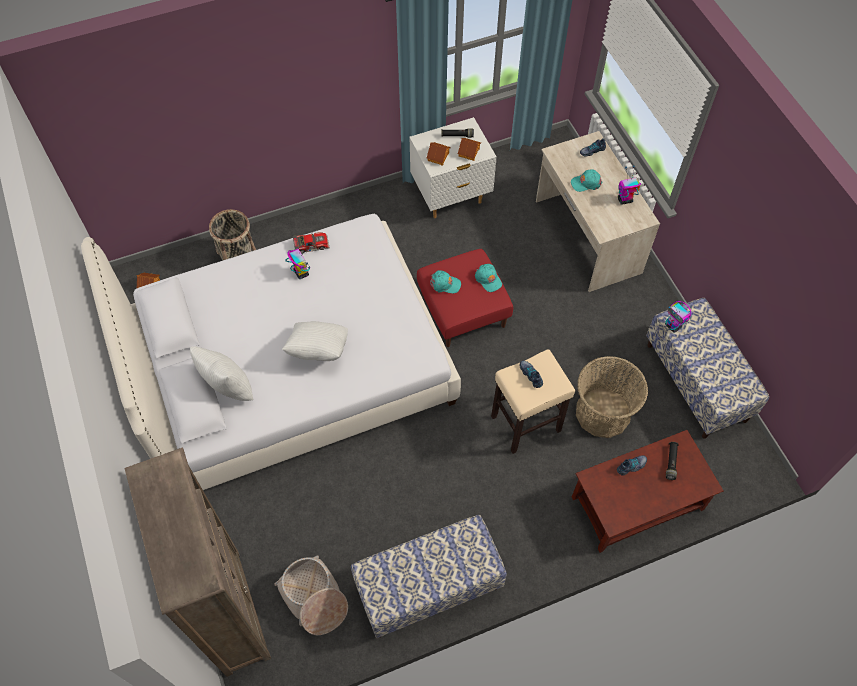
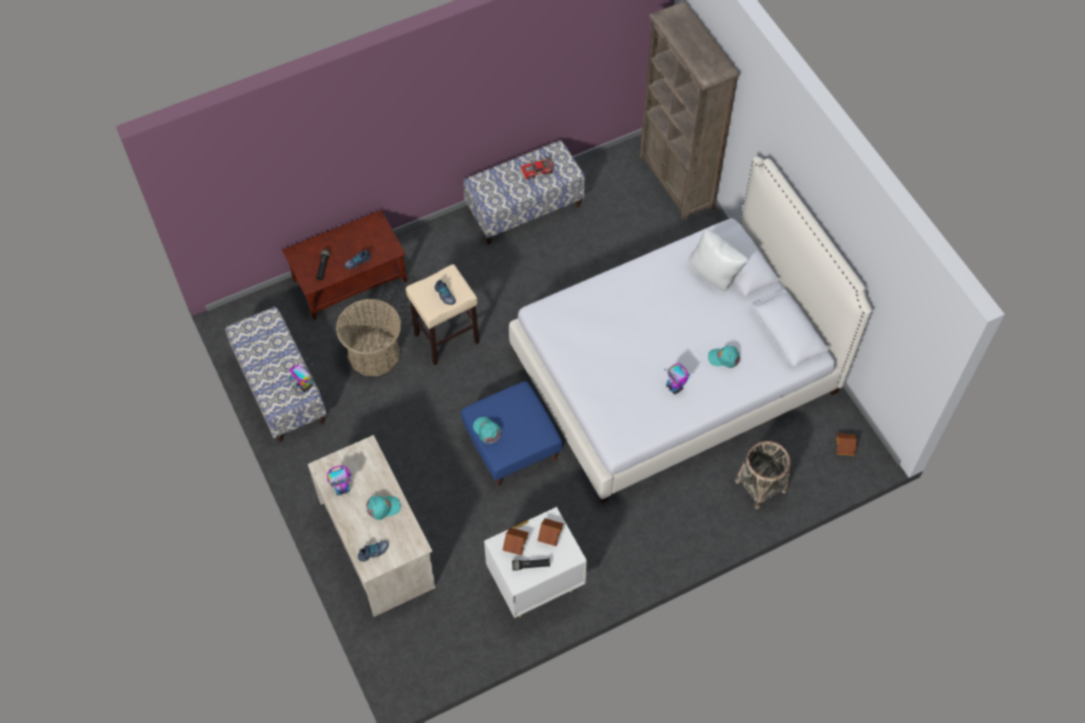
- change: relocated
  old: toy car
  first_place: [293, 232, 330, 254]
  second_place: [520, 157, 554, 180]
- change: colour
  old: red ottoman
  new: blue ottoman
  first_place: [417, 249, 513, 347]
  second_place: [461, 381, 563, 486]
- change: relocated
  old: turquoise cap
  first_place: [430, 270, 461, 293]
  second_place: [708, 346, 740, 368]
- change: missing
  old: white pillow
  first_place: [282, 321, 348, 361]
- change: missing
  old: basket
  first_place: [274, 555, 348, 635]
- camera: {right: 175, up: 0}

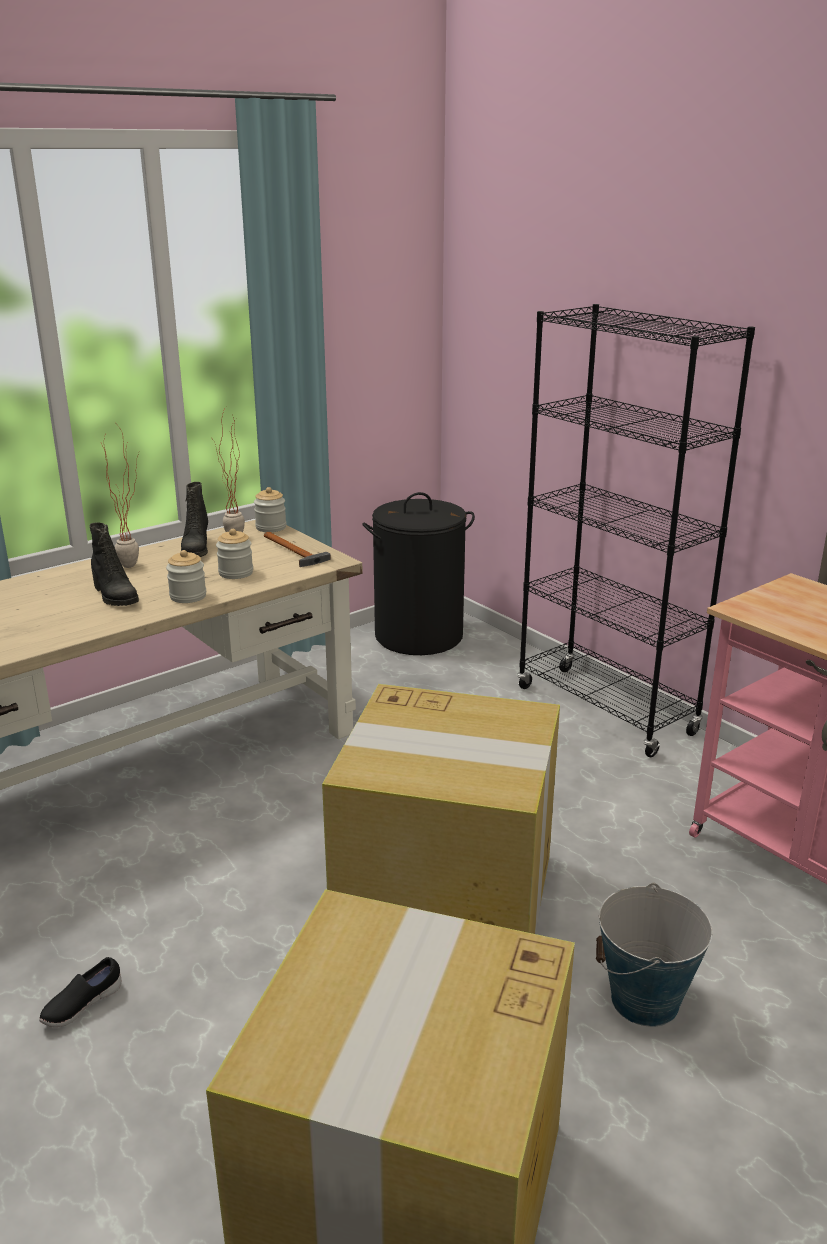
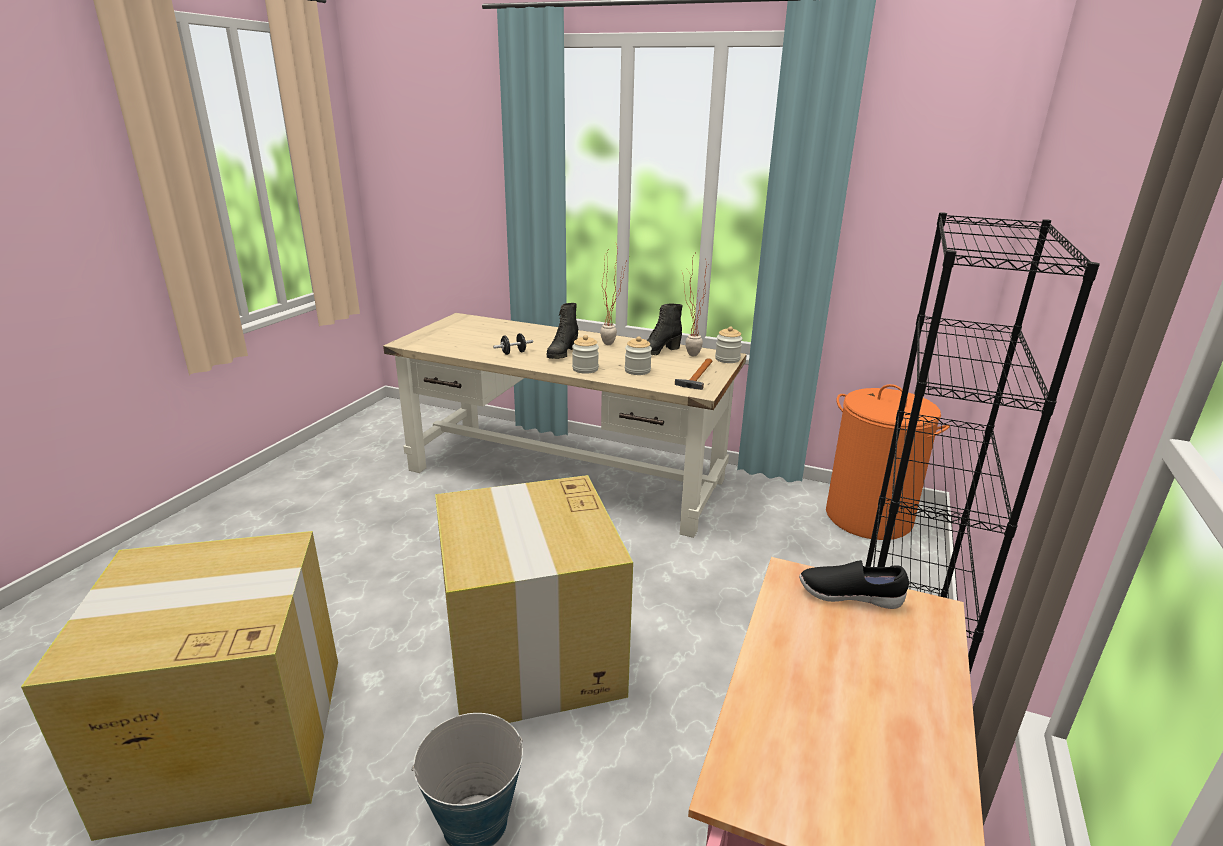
- change: colour
  old: black laundry basket
  new: orange laundry basket
  first_place: [362, 492, 475, 655]
  second_place: [826, 384, 950, 540]
- change: relocated
  old: black shoe
  first_place: [39, 957, 121, 1027]
  second_place: [799, 560, 909, 609]
- change: appeared
  new: black dumbbell
  second_place: [493, 333, 533, 355]
- camera: {right: 60, up: 0}

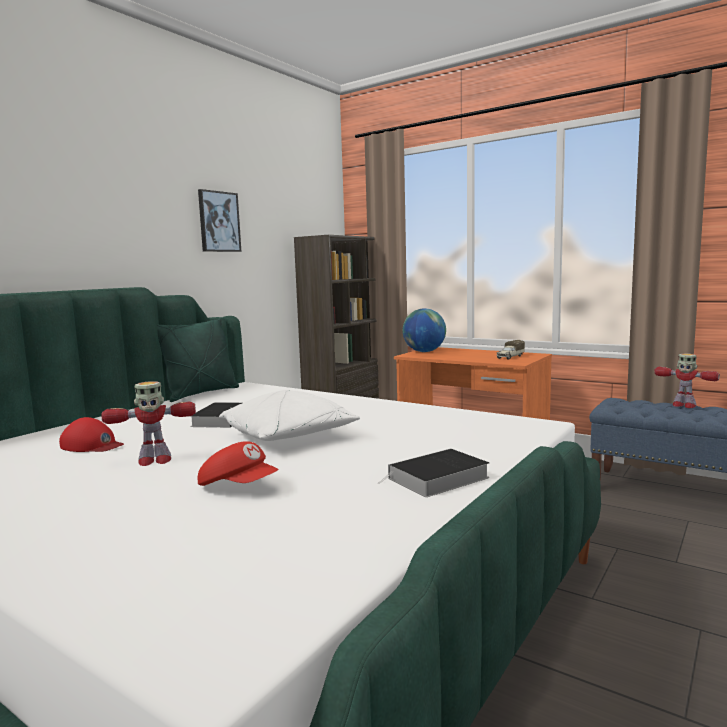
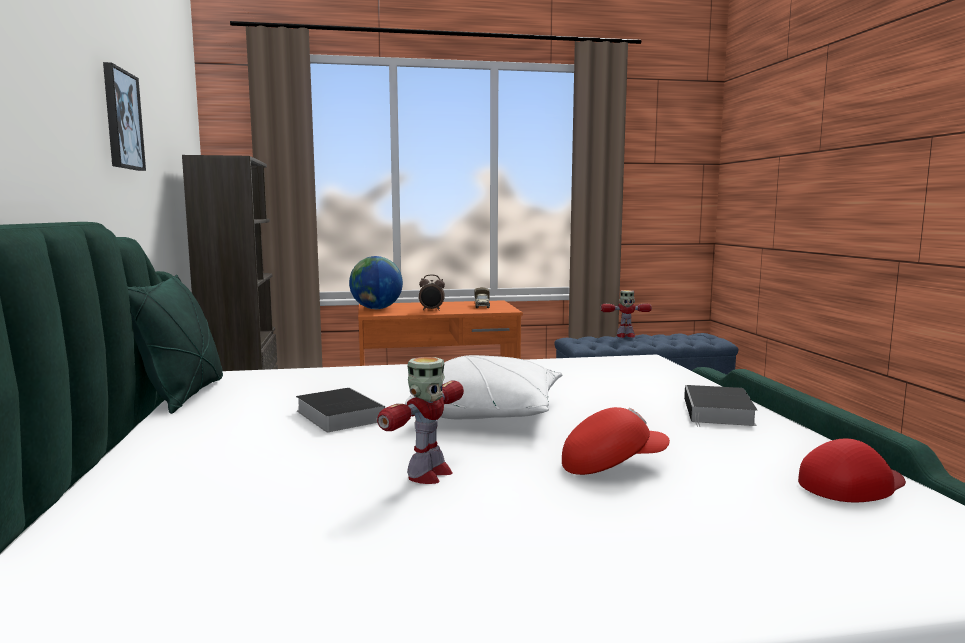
- change: relocated
  old: red cap
  first_place: [59, 417, 124, 452]
  second_place: [798, 438, 906, 502]
- change: appeared
  new: alarm clock
  second_place: [419, 275, 445, 311]
- camera: {right: -45, up: 0}

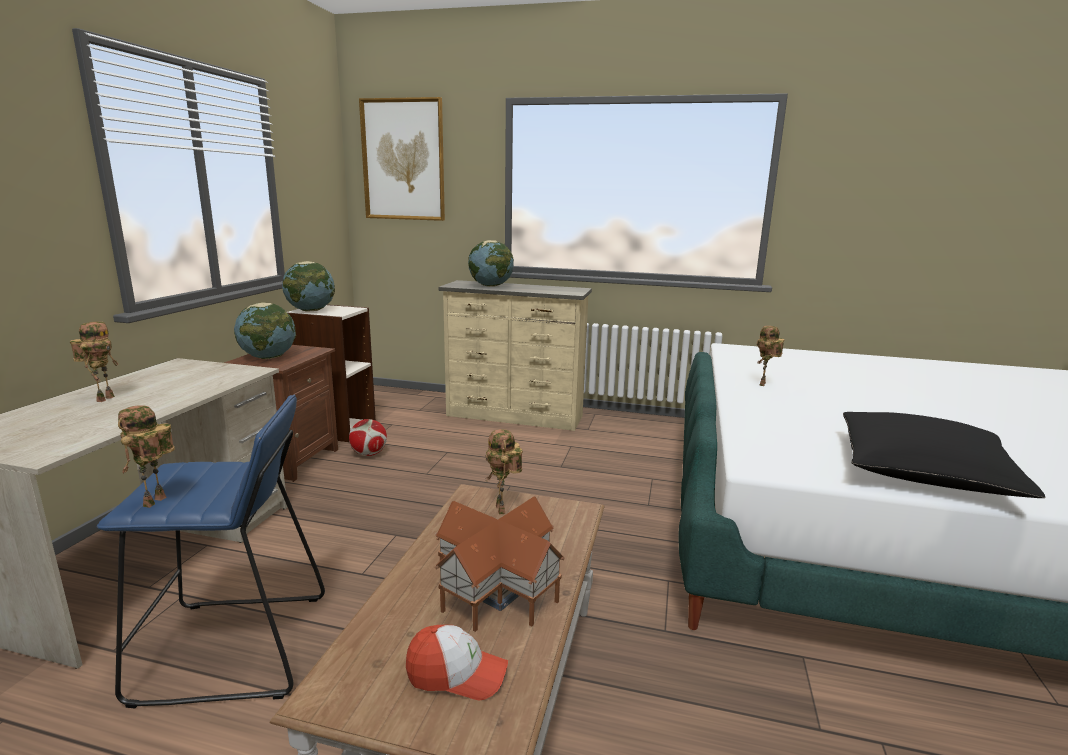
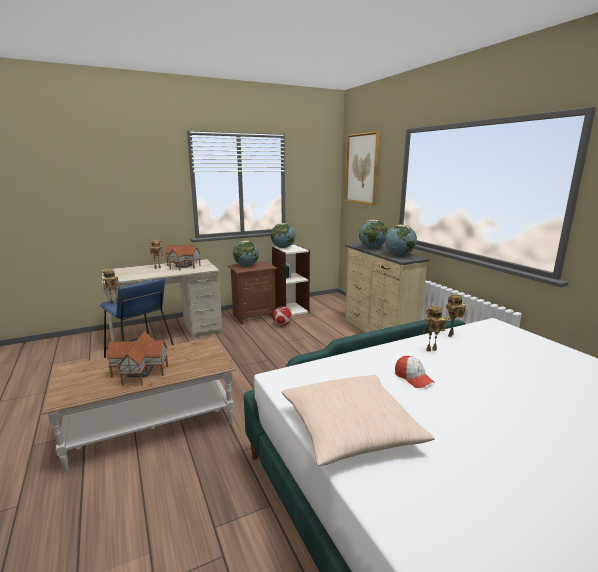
- change: colour
  old: black pillow
  new: beige pillow
  first_place: [843, 412, 1045, 498]
  second_place: [282, 375, 435, 466]
- change: relocated
  old: toy robot
  first_place: [485, 429, 523, 515]
  second_place: [446, 294, 466, 337]
- change: relocated
  old: cap
  first_place: [406, 625, 508, 700]
  second_place: [395, 356, 435, 388]
- change: appeared
  new: globe
  second_place: [385, 225, 417, 256]
- change: appeared
  new: toy house
  second_place: [165, 243, 201, 270]
- camera: {right: 50, up: 0}

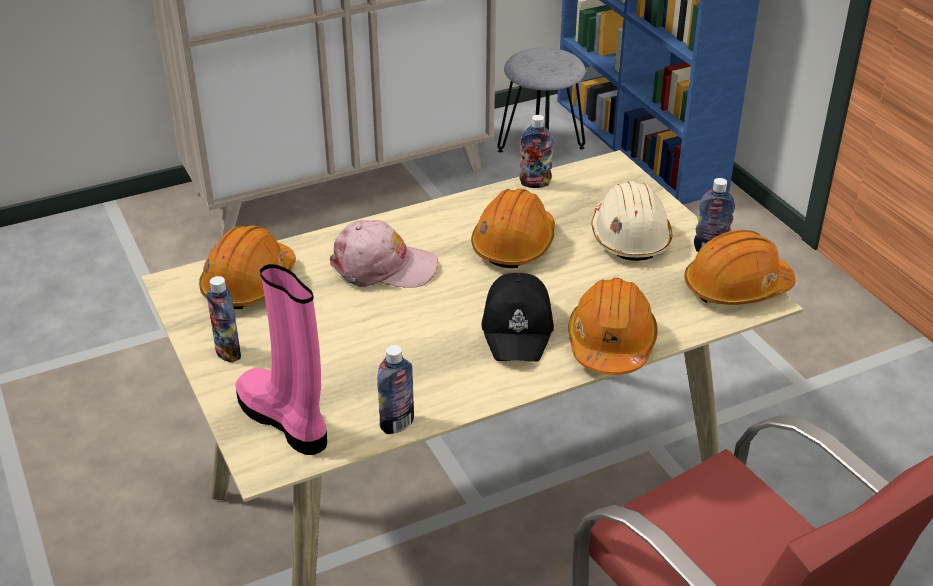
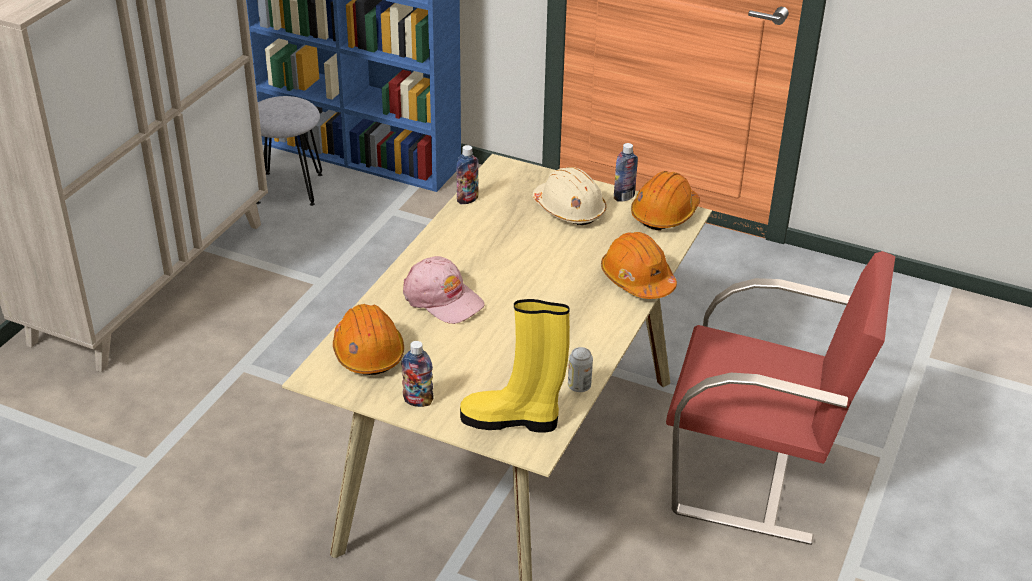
- change: missing
  old: orange hard hat
  first_place: [471, 188, 555, 268]
- change: spun
  old: pink cap
  first_place: [330, 220, 439, 288]
  second_place: [403, 256, 484, 324]
  degrees: 75
- change: colour
  old: pink boot
  new: yellow boot
  first_place: [235, 264, 327, 455]
  second_place: [460, 299, 570, 433]
- change: missing
  old: black cap
  first_place: [482, 273, 554, 362]
- change: exchanged
  old: bottle
  new: can
  first_place: [377, 345, 414, 434]
  second_place: [568, 347, 593, 392]
- camera: {right: -40, up: 0}

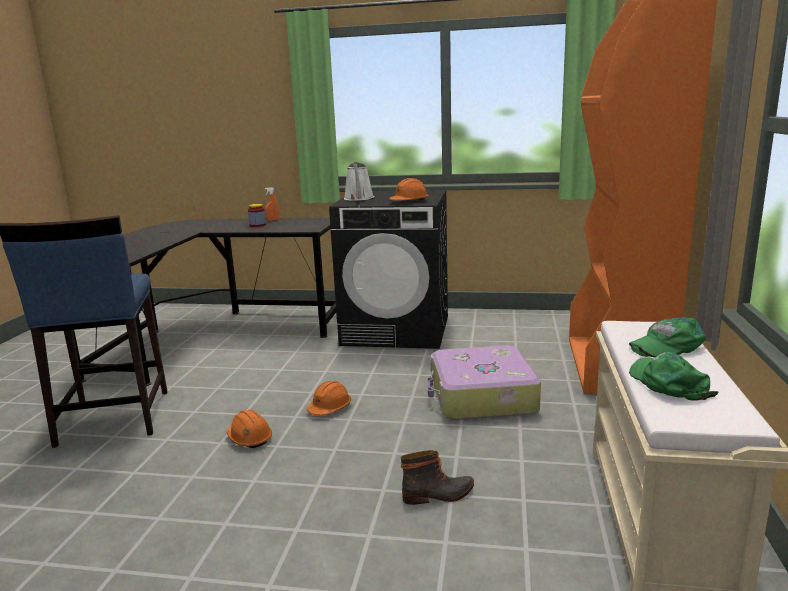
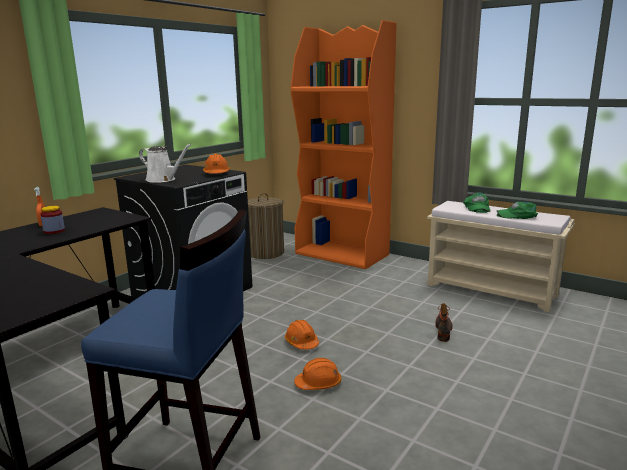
- change: missing
  old: suitcase
  first_place: [427, 345, 541, 420]
- change: appeared
  new: laundry basket
  second_place: [248, 193, 284, 259]
- camera: {right: -65, up: 0}

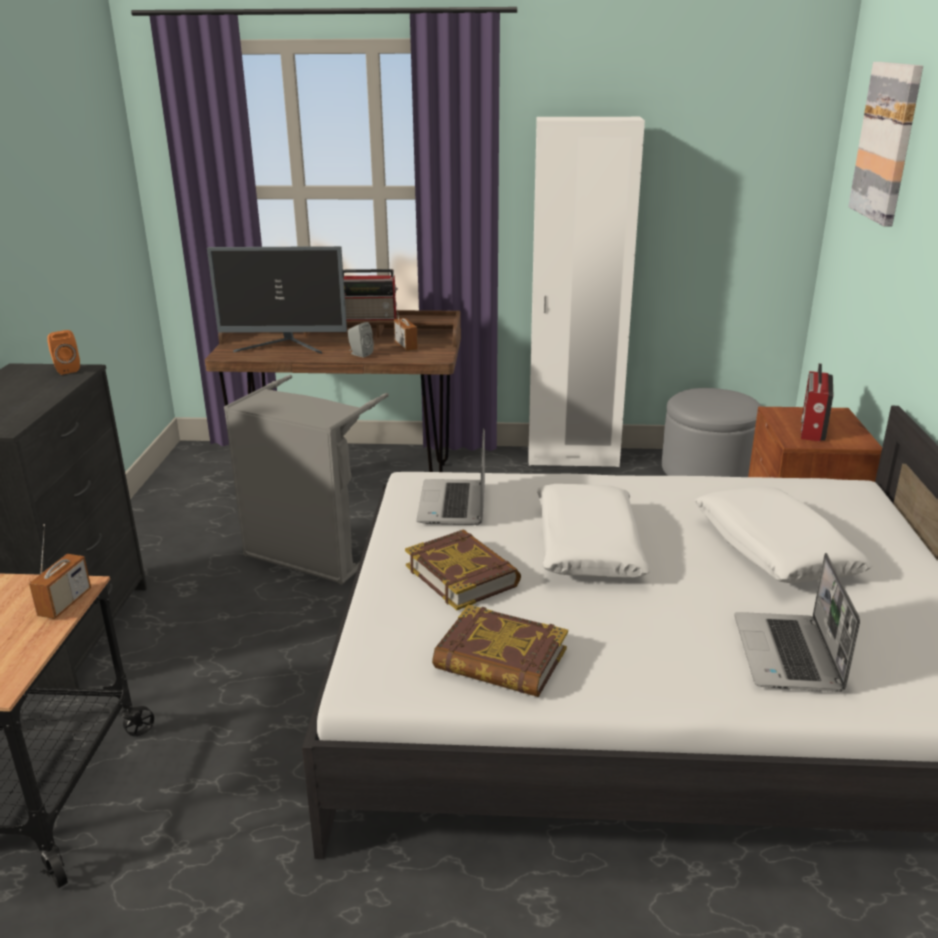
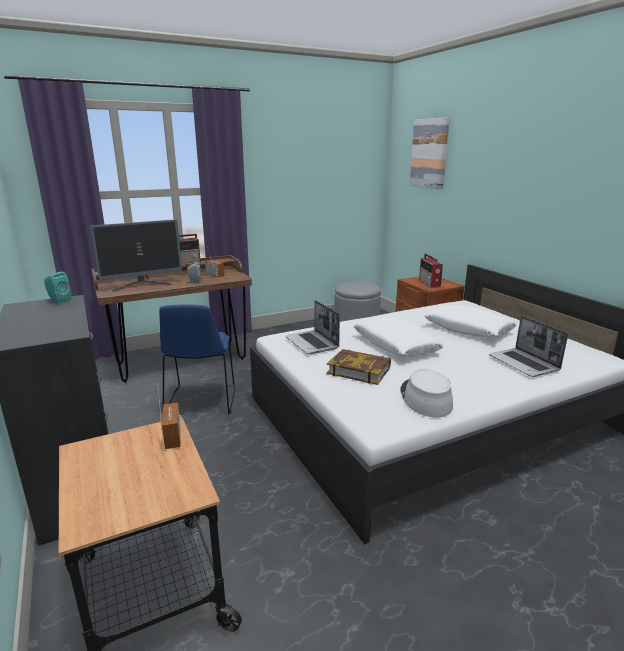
- change: missing
  old: white wardrobe
  first_place: [529, 117, 645, 467]
- change: colour
  old: orange speaker
  new: turquoise speaker
  first_place: [47, 330, 80, 375]
  second_place: [44, 271, 71, 303]
- change: exchanged
  old: grey laundry basket
  new: blue chair
  first_place: [224, 375, 389, 585]
  second_place: [159, 305, 236, 414]
- change: exchanged
  old: book
  new: grey hat
  first_place: [432, 605, 568, 697]
  second_place: [400, 369, 453, 417]
- camera: {right: -30, up: -5}

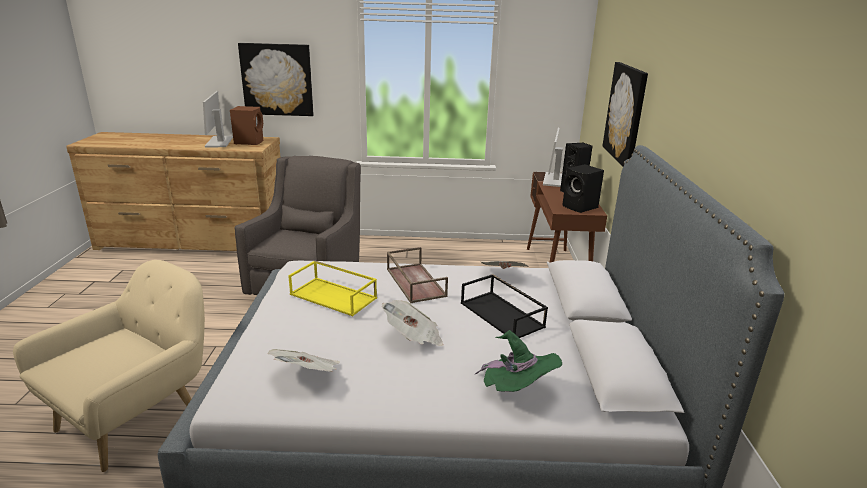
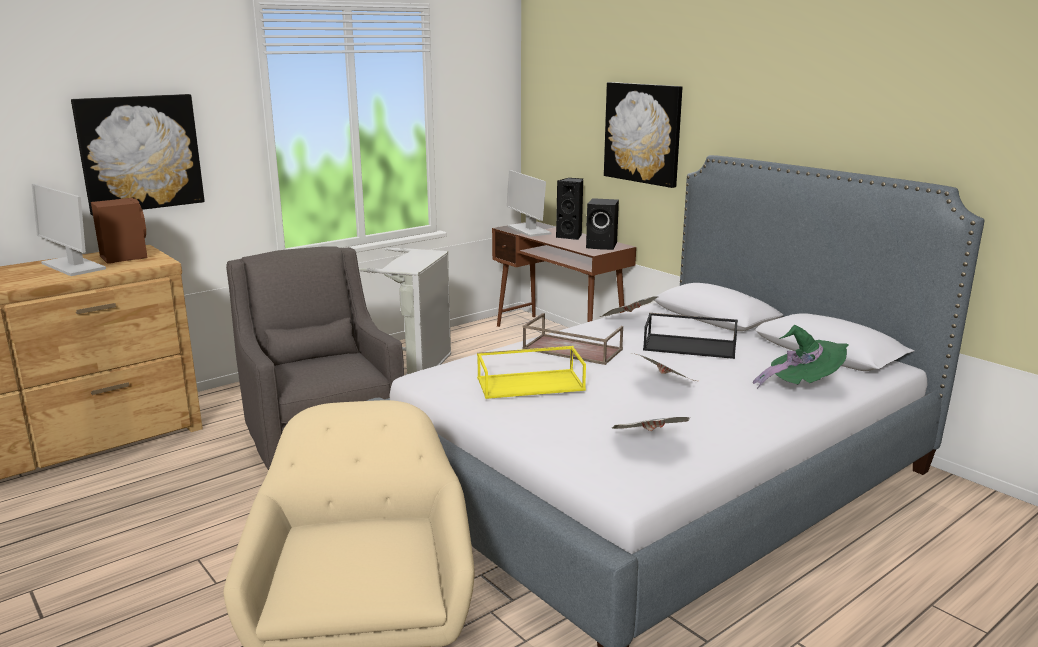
- change: appeared
  new: grey laundry basket
  second_place: [359, 248, 451, 375]
- camera: {right: -40, up: -5}

